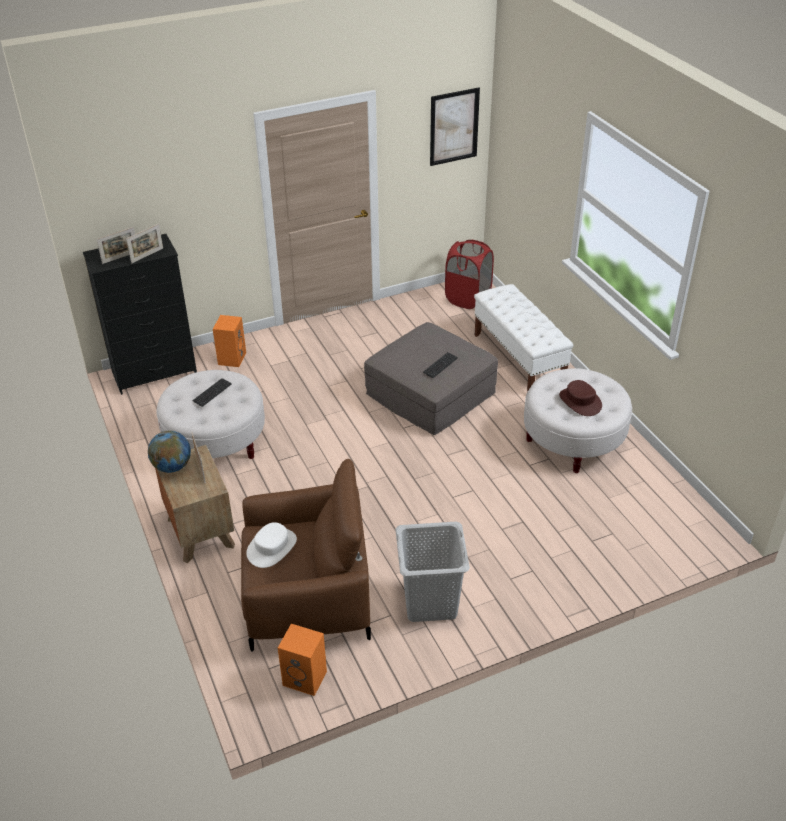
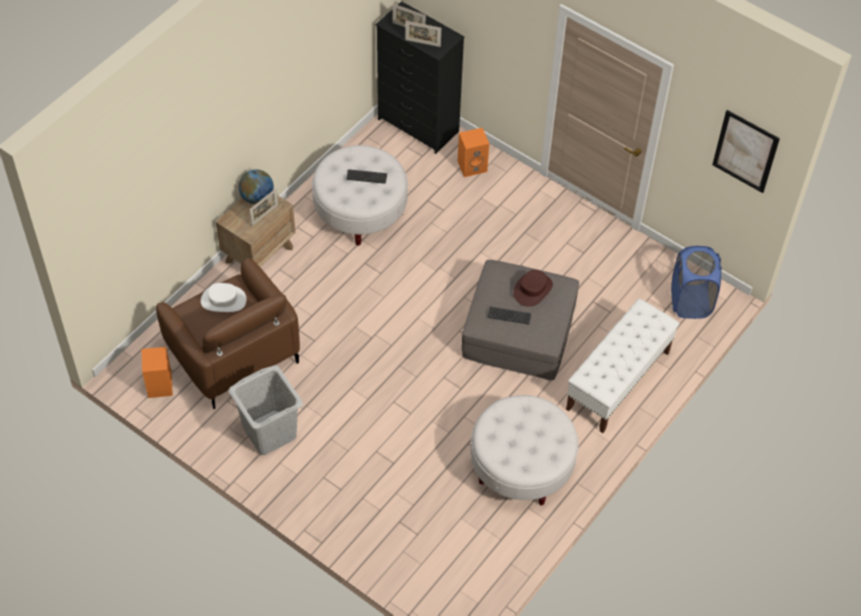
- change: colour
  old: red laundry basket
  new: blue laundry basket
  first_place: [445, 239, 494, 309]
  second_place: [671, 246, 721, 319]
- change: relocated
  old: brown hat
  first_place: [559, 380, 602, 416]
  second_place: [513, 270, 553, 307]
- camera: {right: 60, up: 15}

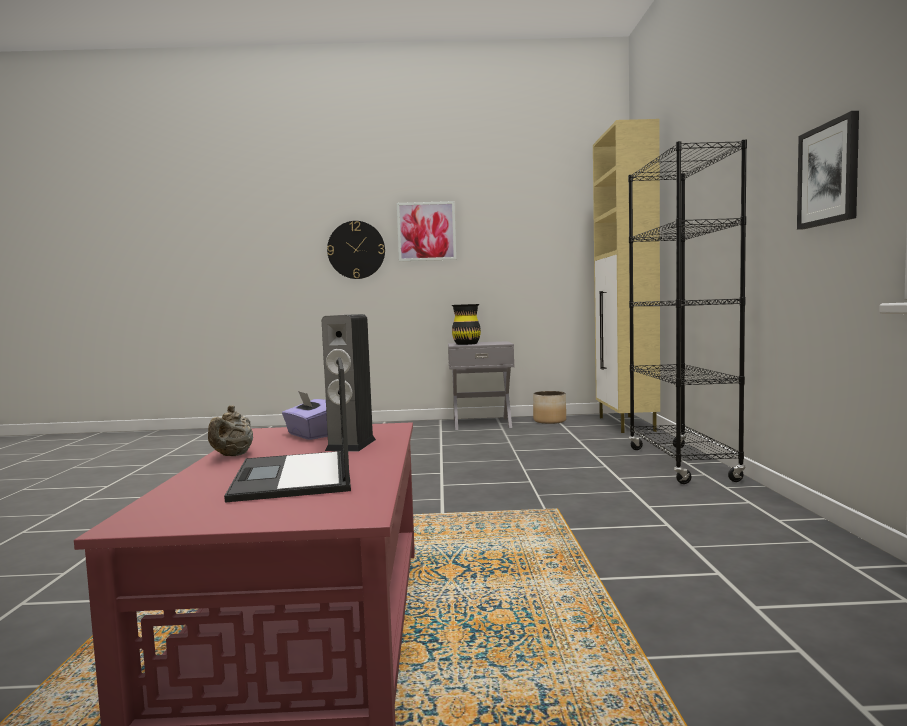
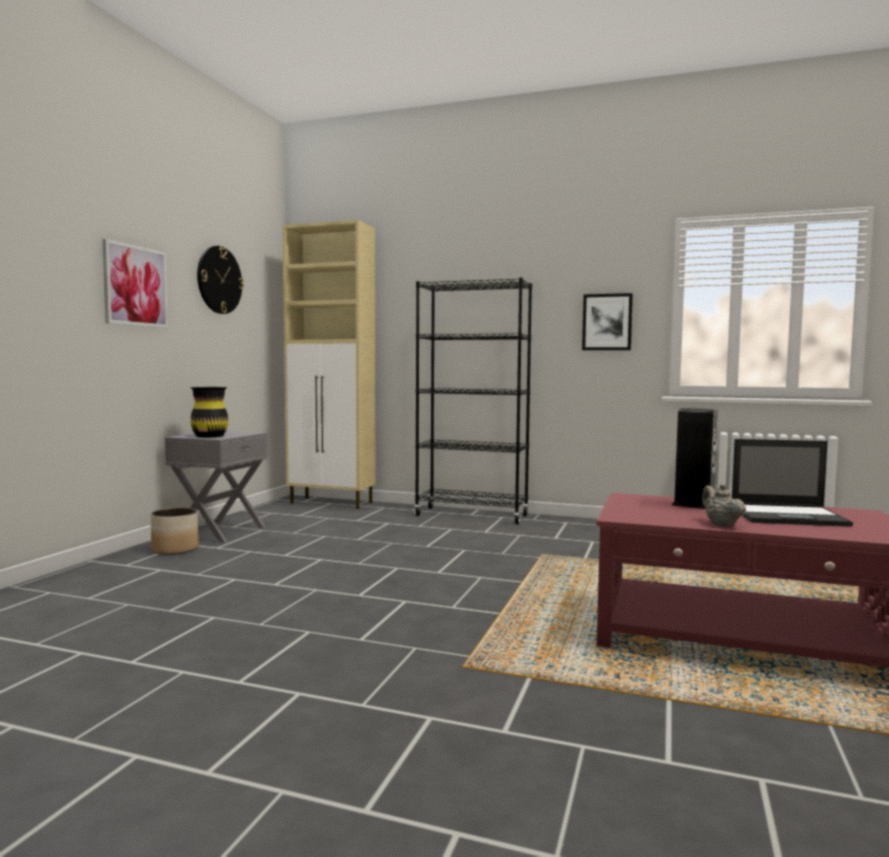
- change: relocated
  old: wall clock
  first_place: [327, 221, 385, 279]
  second_place: [197, 246, 244, 314]
- change: missing
  old: purple tissue box
  first_place: [282, 391, 328, 440]
- change: relocated
  old: planter
  first_place: [533, 391, 566, 424]
  second_place: [151, 508, 199, 555]
- change: spun
  old: beige teapot
  first_place: [208, 405, 253, 456]
  second_place: [702, 484, 746, 526]
  degrees: -135
- camera: {right: -70, up: 0}

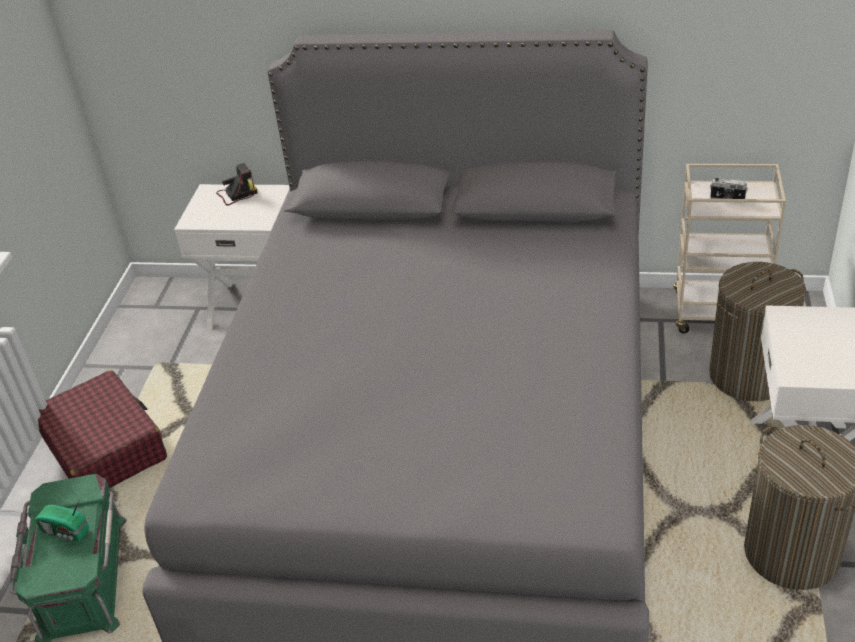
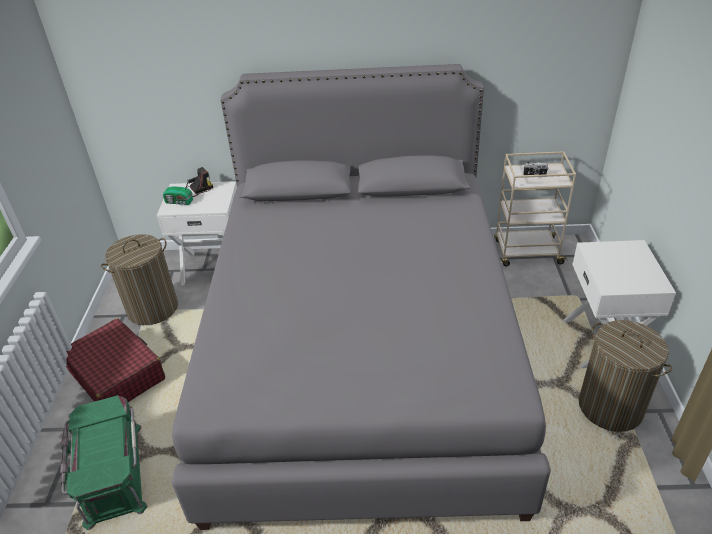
- change: relocated
  old: laundry basket
  first_place: [709, 262, 807, 401]
  second_place: [101, 234, 178, 325]
- change: relocated
  old: radio
  first_place: [35, 498, 89, 541]
  second_place: [163, 178, 193, 205]
- camera: {right: -10, up: 0}

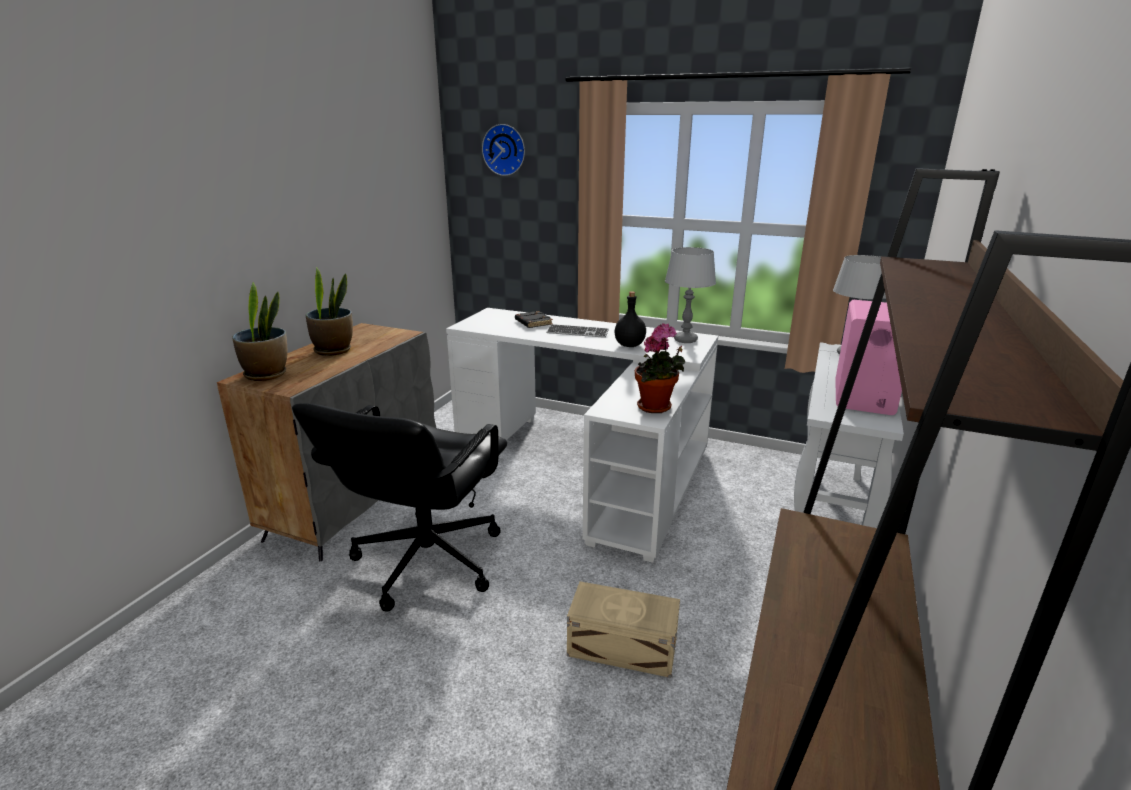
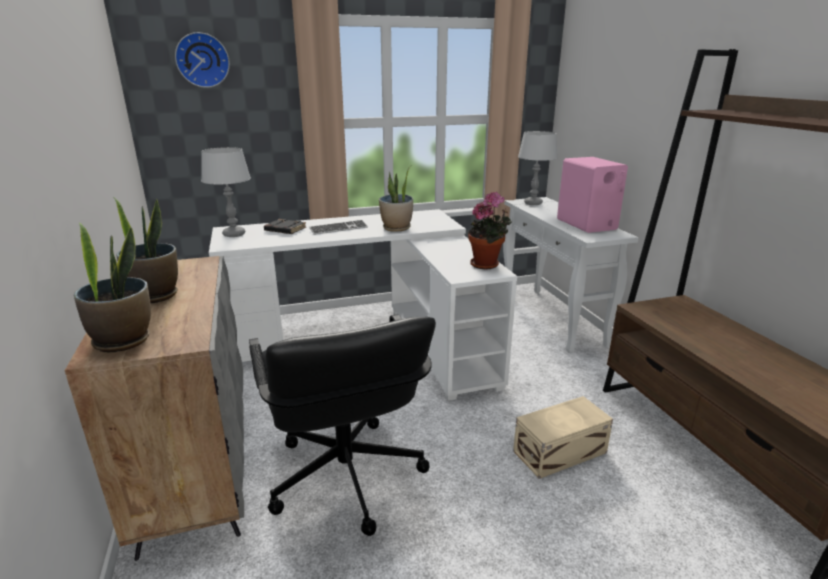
- change: relocated
  old: grey table lamp
  first_place: [665, 247, 716, 343]
  second_place: [201, 147, 251, 237]
- change: exchanged
  old: black bottle
  new: potted plant
  first_place: [614, 291, 646, 347]
  second_place: [379, 165, 413, 232]
- camera: {right: -40, up: 0}

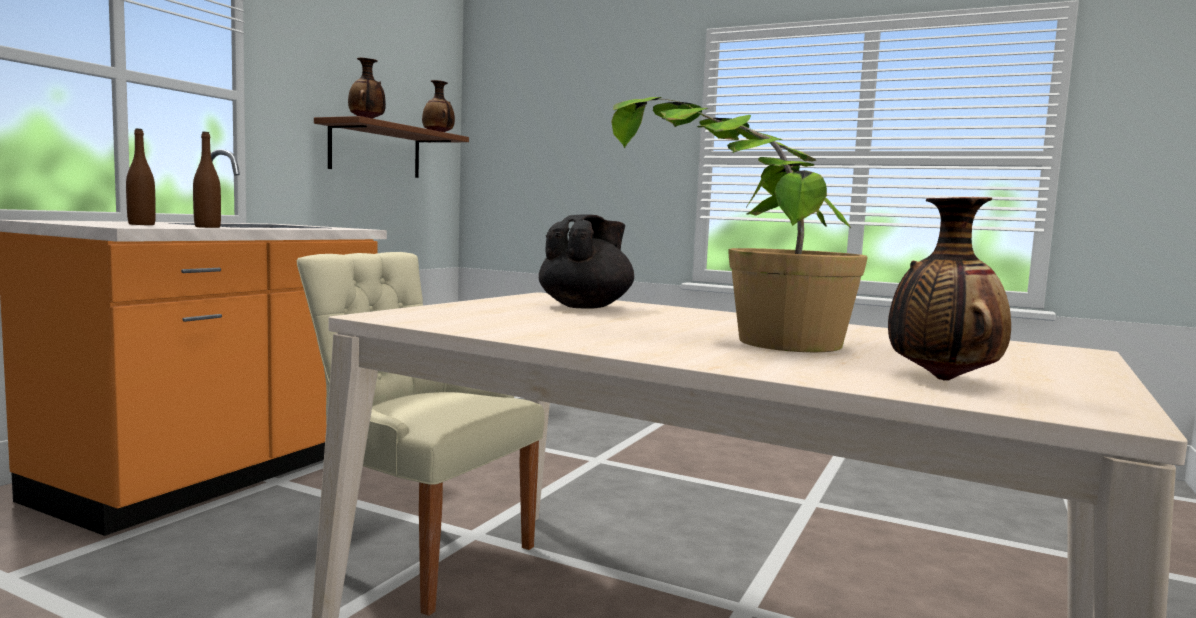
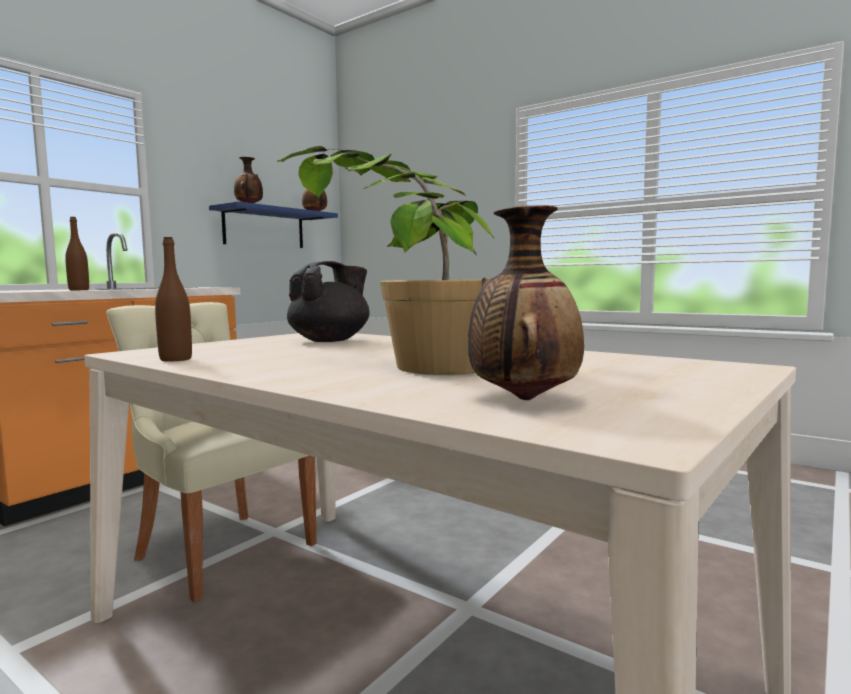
- change: colour
  old: brown shelf
  new: blue shelf
  first_place: [314, 116, 469, 178]
  second_place: [209, 201, 338, 248]
- change: relocated
  old: brown bottle
  first_place: [126, 128, 156, 225]
  second_place: [155, 237, 192, 362]
- camera: {right: 10, up: 0}

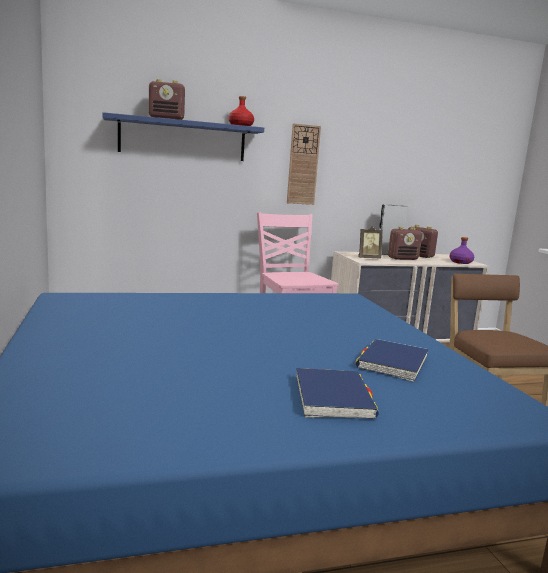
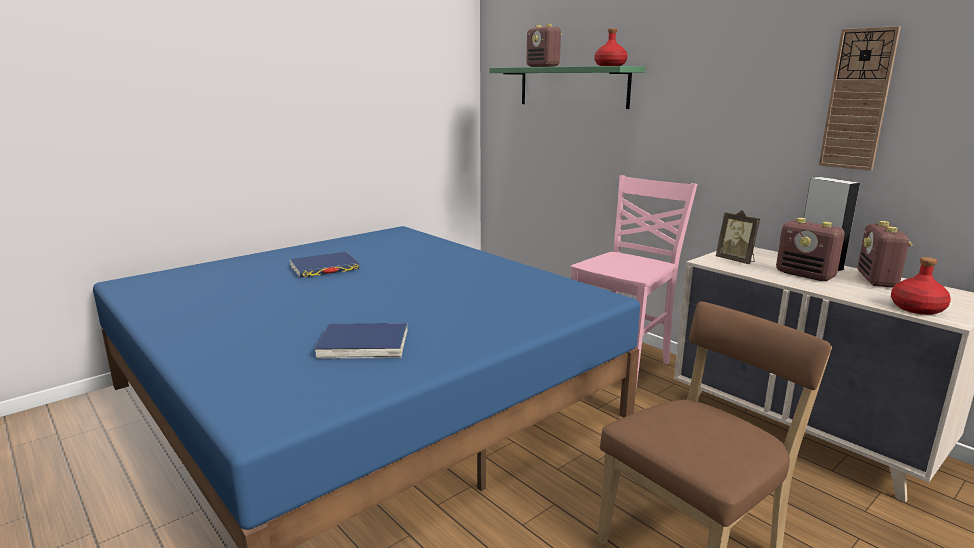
- change: colour
  old: blue shelf
  new: green shelf
  first_place: [103, 112, 264, 161]
  second_place: [489, 66, 645, 109]
- change: relocated
  old: wall clock
  first_place: [287, 123, 321, 205]
  second_place: [819, 26, 901, 171]
- change: colour
  old: purple bottle
  new: red bottle
  first_place: [449, 237, 474, 264]
  second_place: [891, 257, 951, 315]
- change: relocated
  old: blue book
  first_place: [296, 368, 379, 419]
  second_place: [290, 252, 360, 278]
- camera: {right: 65, up: 5}

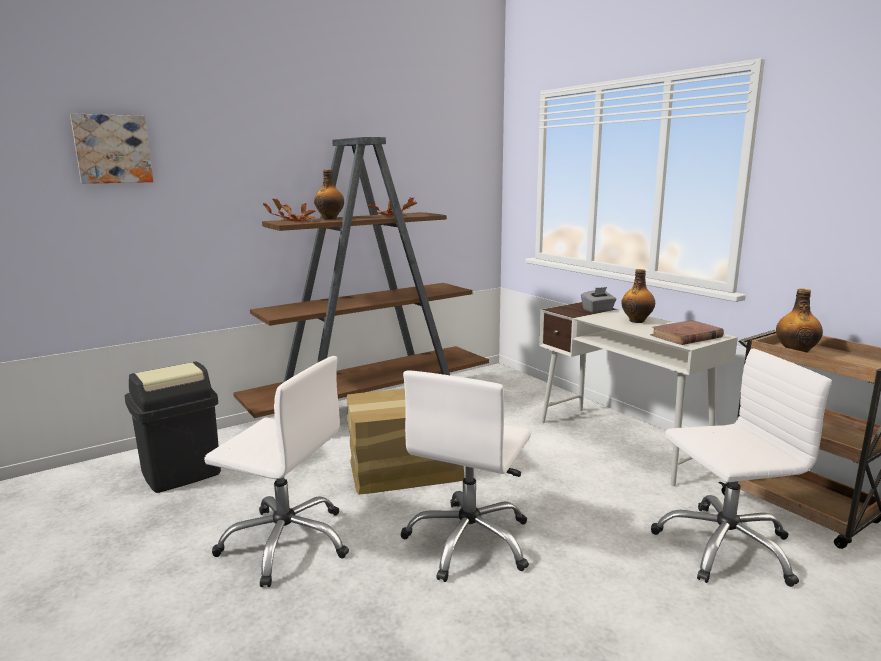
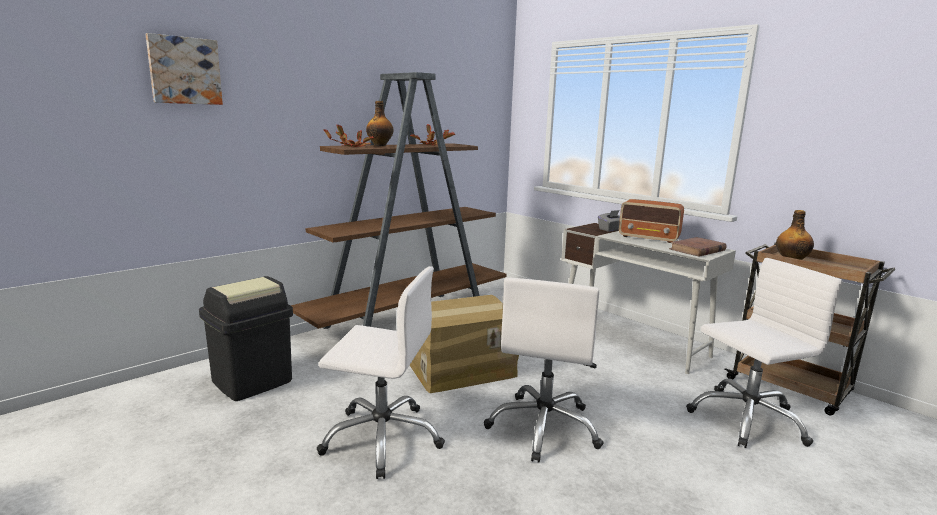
- change: exchanged
  old: bottle
  new: radio
  first_place: [621, 269, 655, 323]
  second_place: [619, 199, 684, 243]
- camera: {right: -10, up: 0}

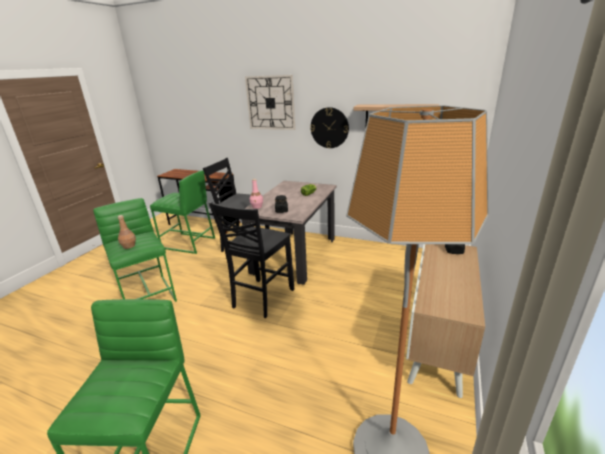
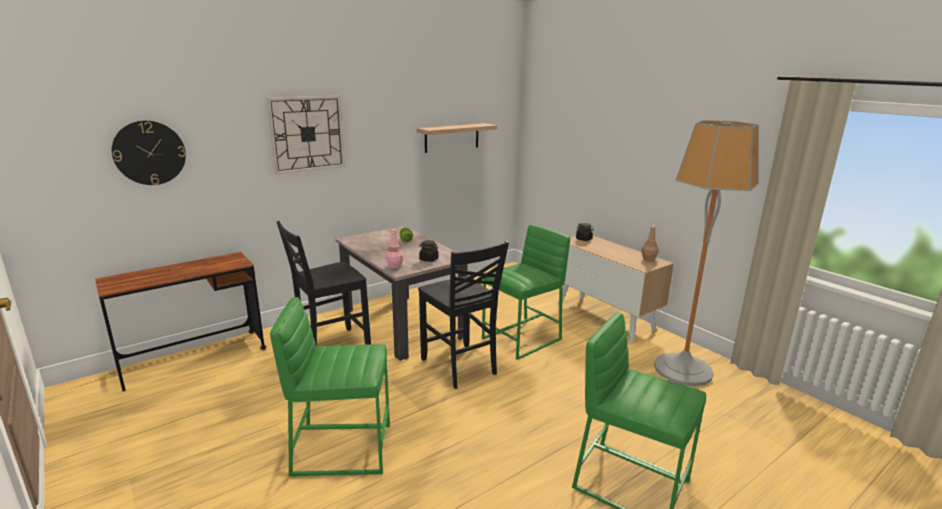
- change: relocated
  old: wall clock
  first_place: [310, 107, 349, 148]
  second_place: [112, 121, 186, 185]
- change: relocated
  old: green stool
  first_place: [150, 170, 215, 254]
  second_place: [482, 225, 570, 360]
- change: relocated
  old: brown bottle
  first_place: [118, 215, 136, 249]
  second_place: [641, 225, 659, 261]
- camera: {right: -60, up: -5}

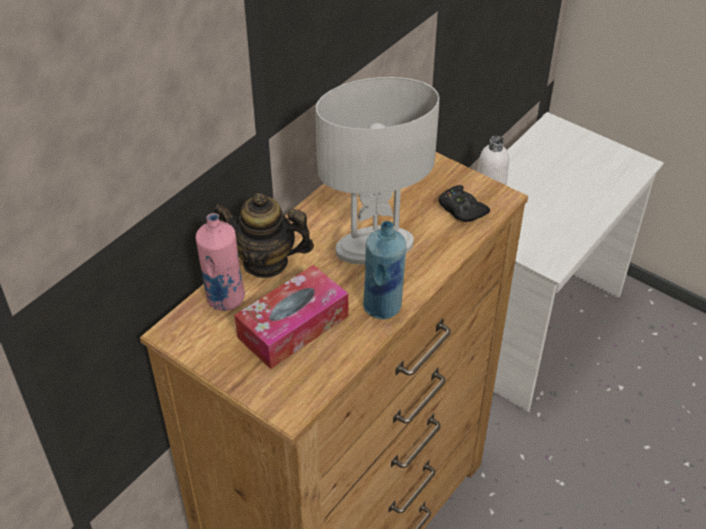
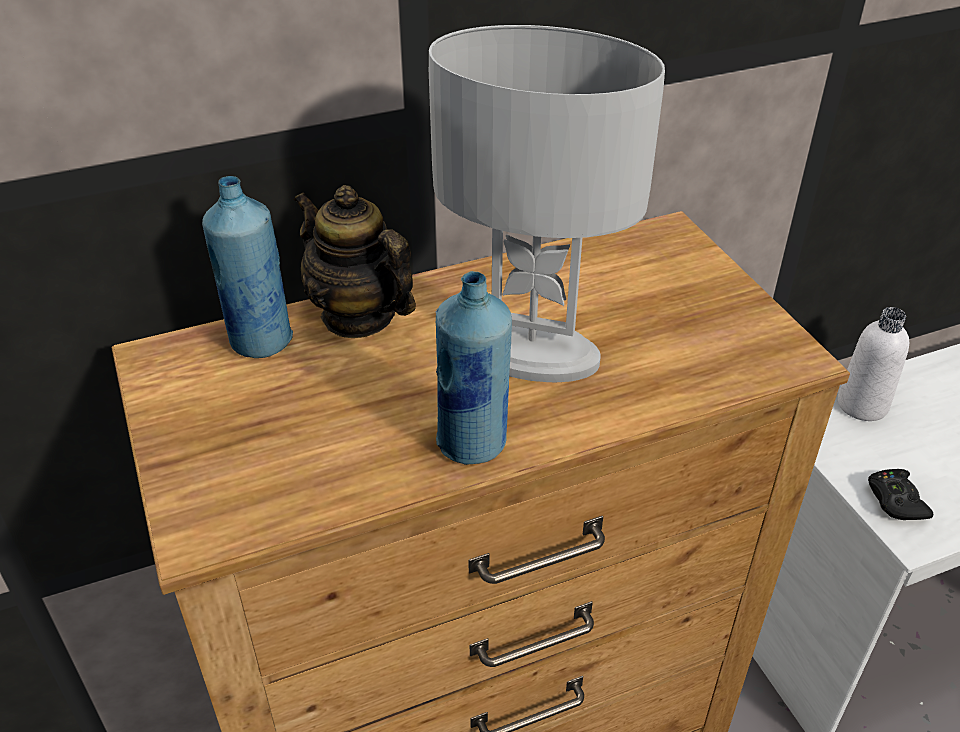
- change: relocated
  old: black game controller
  first_place: [438, 185, 490, 222]
  second_place: [868, 469, 933, 520]
- change: colour
  old: pink bottle
  new: blue bottle
  first_place: [196, 213, 245, 311]
  second_place: [202, 176, 293, 358]
- change: missing
  old: tissue box
  first_place: [234, 265, 348, 369]
- camera: {right: 30, up: -5}

